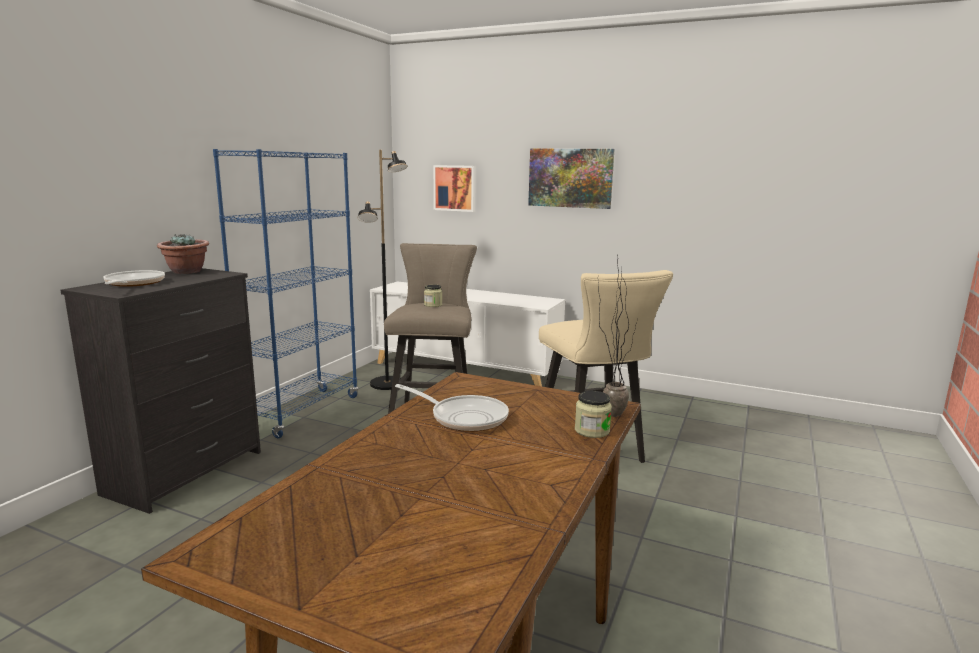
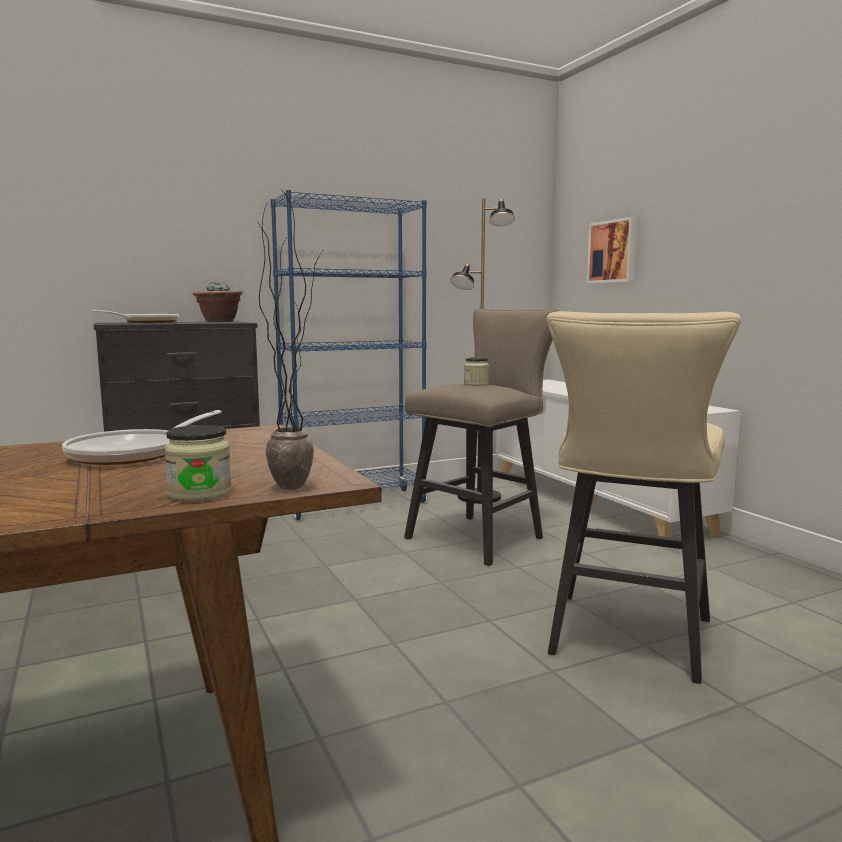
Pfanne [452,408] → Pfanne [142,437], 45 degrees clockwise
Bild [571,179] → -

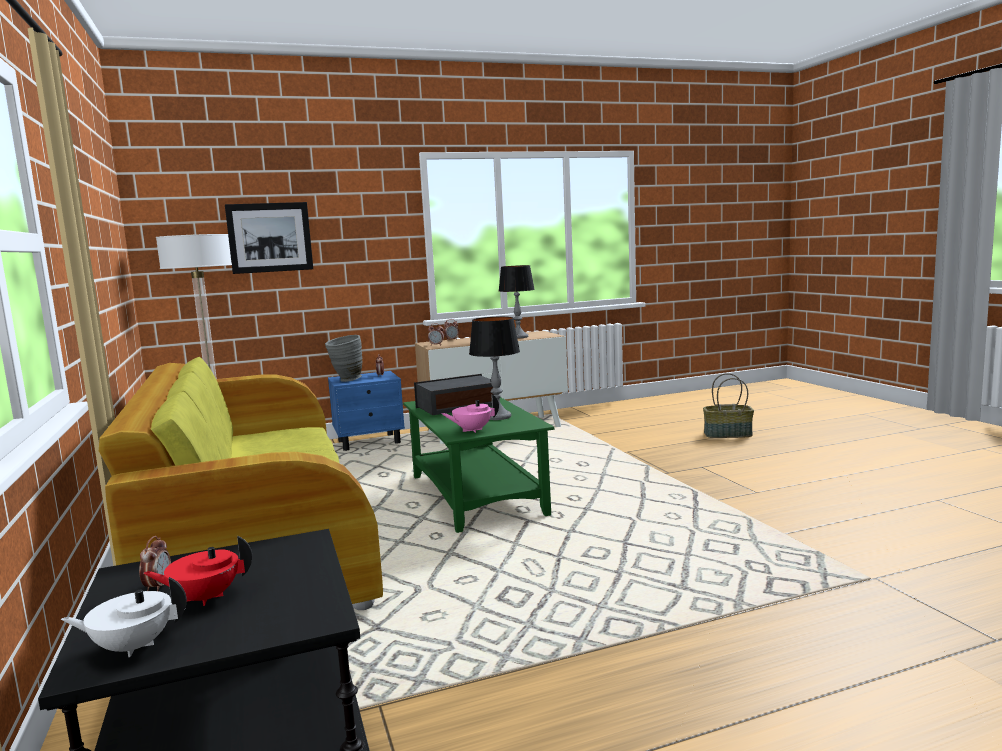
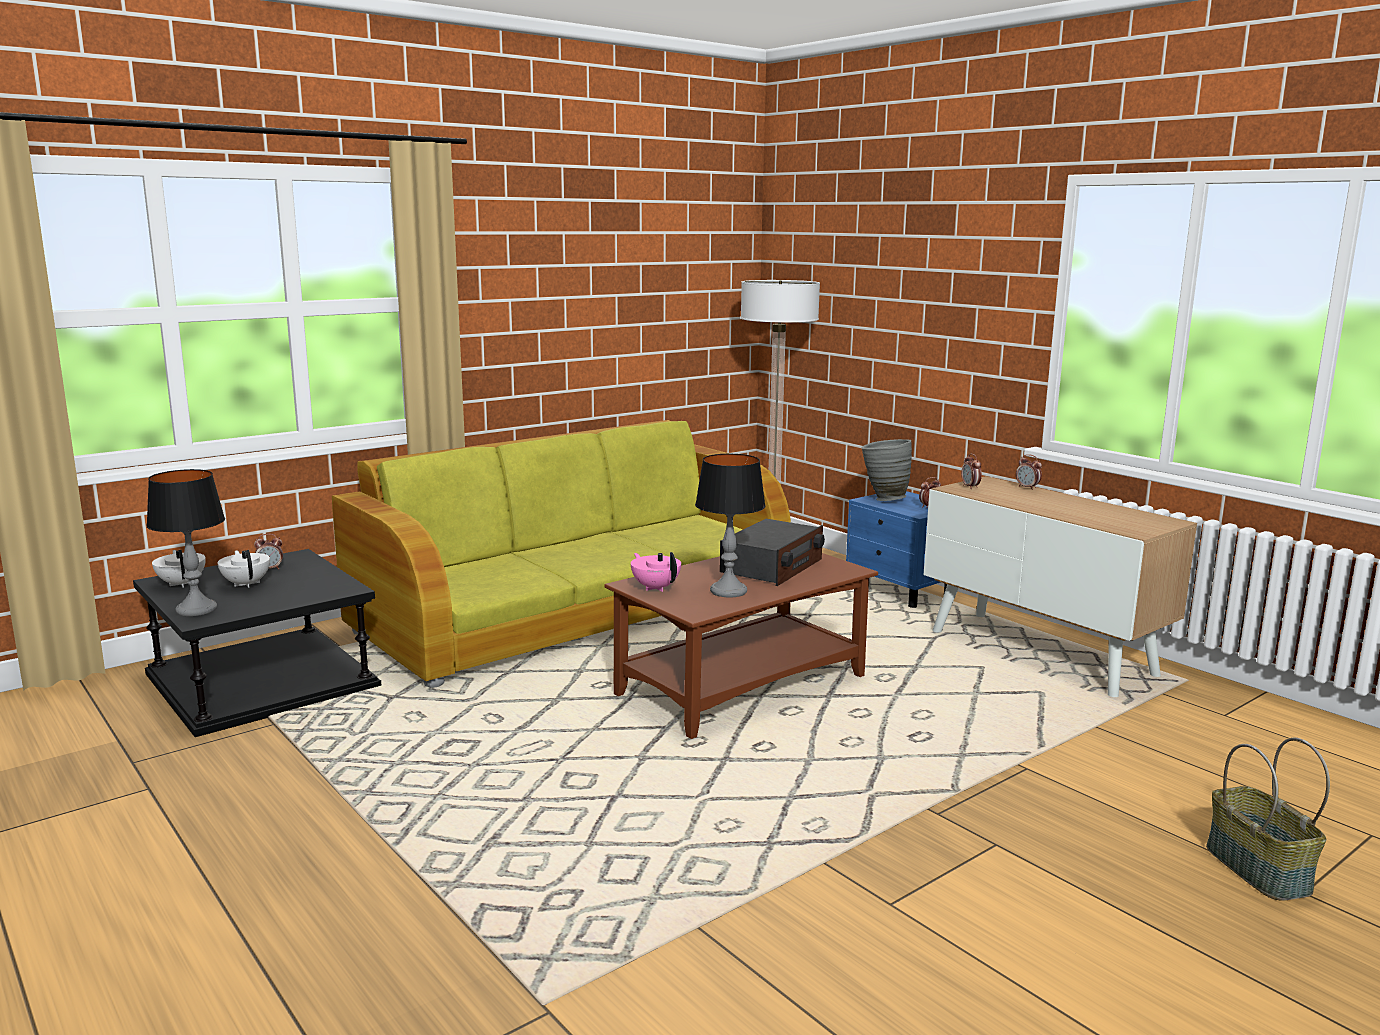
Teekanne [rot] [197,571] → Teekanne [weiß] [243,569]
Bild [269,238] → -
Couchtisch [grün] [478,465] → Couchtisch [braun] [741,646]
Radio [454,394] → Radio [772,552], 75 degrees clockwise
Tischlampe [517,302] → Tischlampe [185,542], shifted

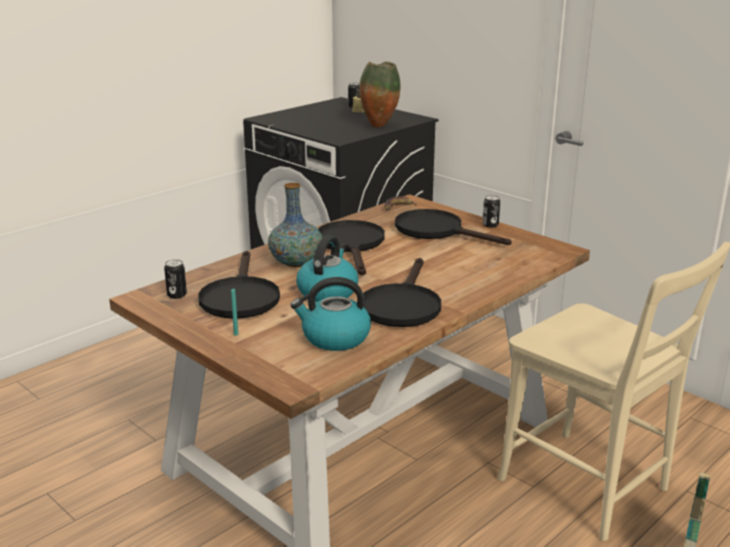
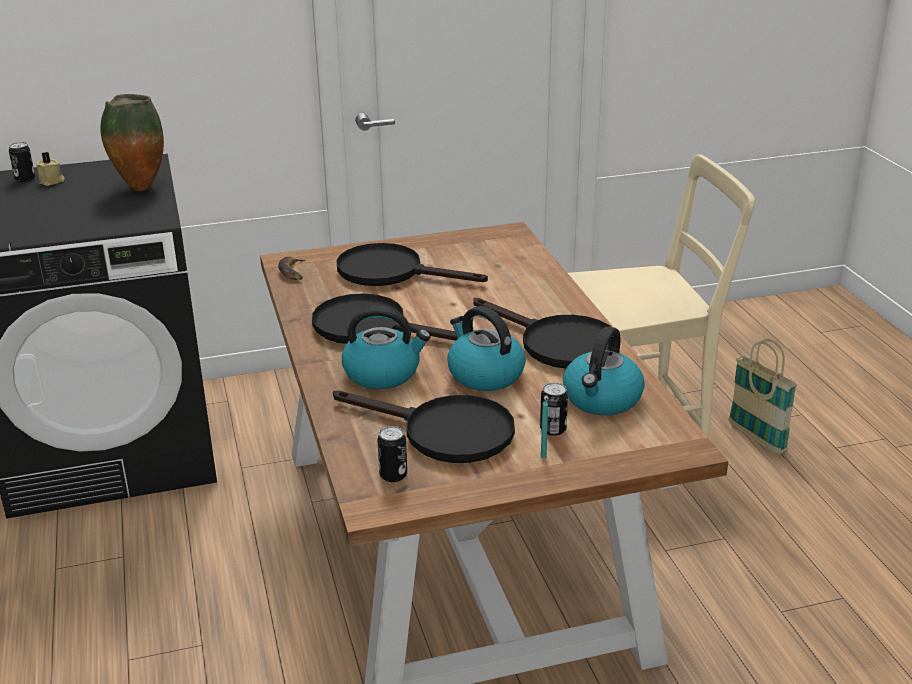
Vase [295,225] → Wasserkessel [386,347]
Pfanne [schwarz] [453,227] → Pfanne [schwarz] [412,264], 45 degrees clockwise
Dose [491,211] → Dose [554,409], shifted

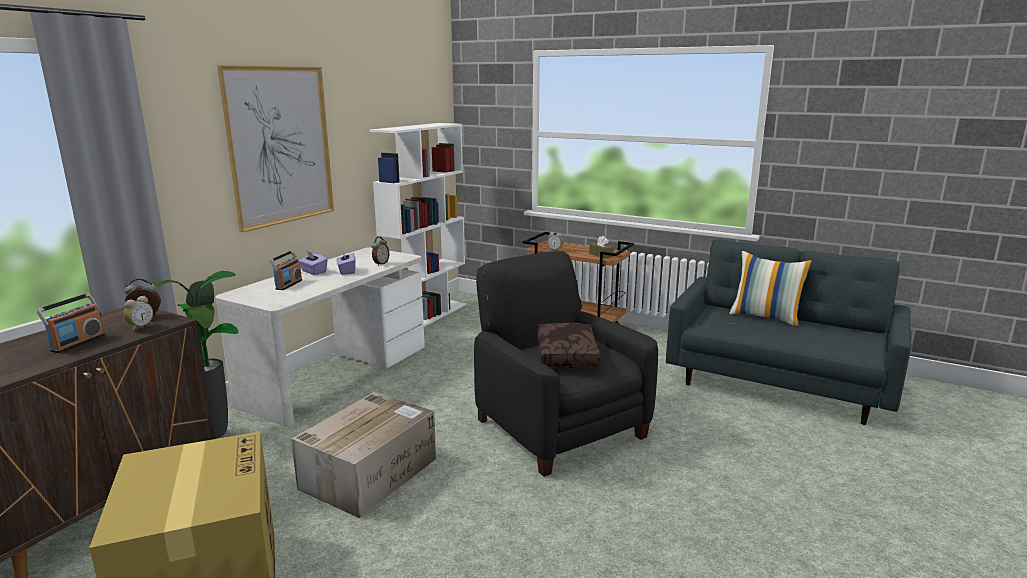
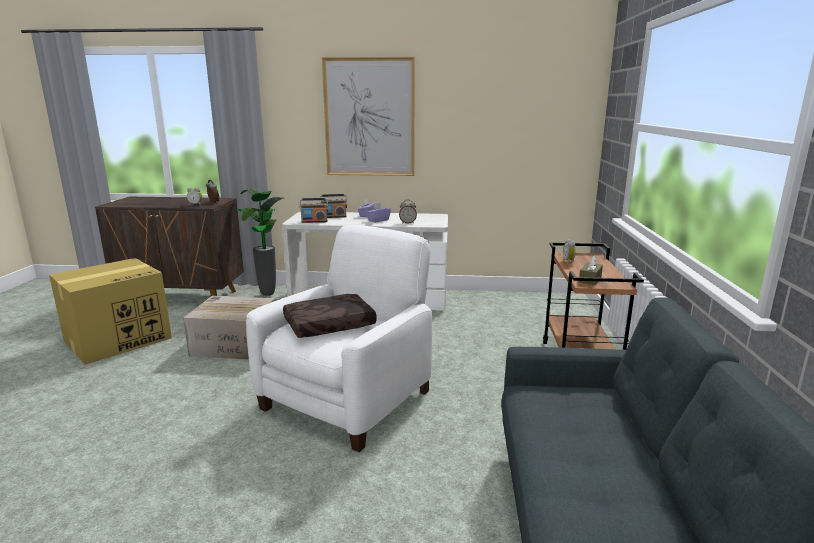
Radio [70,323] → Radio [313,210], shifted
Bücherregal [weiß] [417,225] → -
Sessel [schwarz] [566,364] → Sessel [weiß] [339,338]
Kissen [771,289] → -

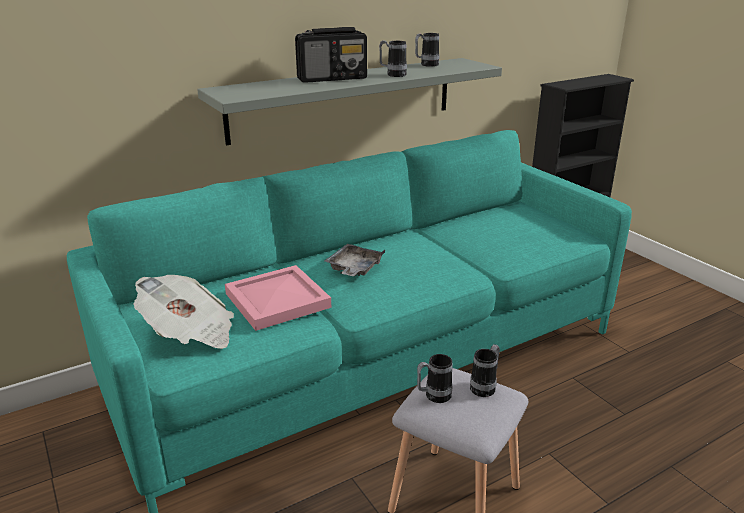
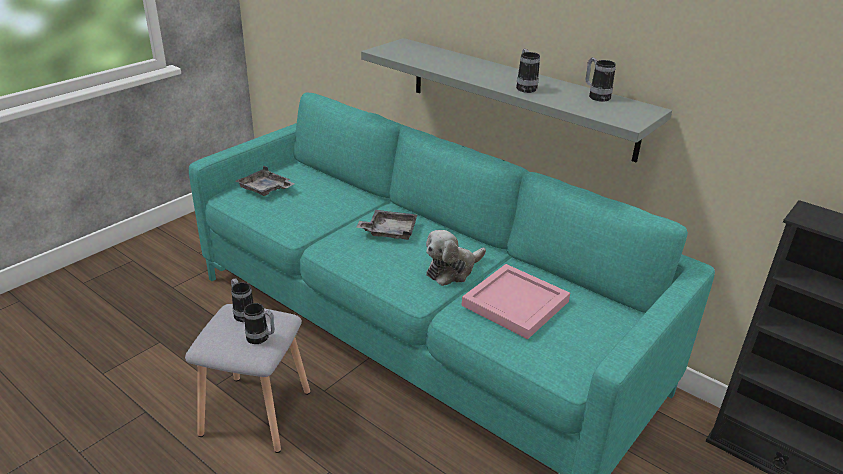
Zeitung [183,312] → Tablett [grau] [265,181]
Tablett [rosa] [278,298] → Tablett [rosa] [516,301], shifted
Radio [331,55] → -
- → Plüschtier [456,258]

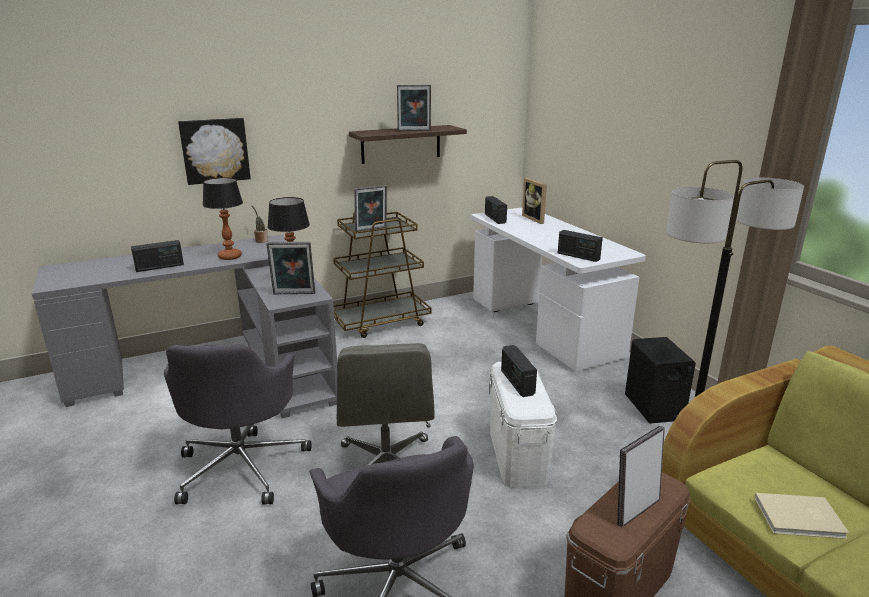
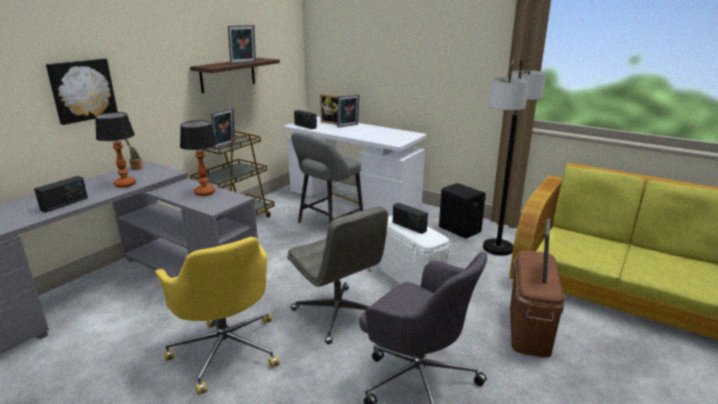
Bürostuhl [grau] [237,424] → Bürostuhl [gelb] [217,316]
Bilderrahmen [290,268] → Bilderrahmen [348,111], shifted
Radio [580,246] → -
Buch [beige] [801,516] → -
- → Hocker [grau] [327,178]

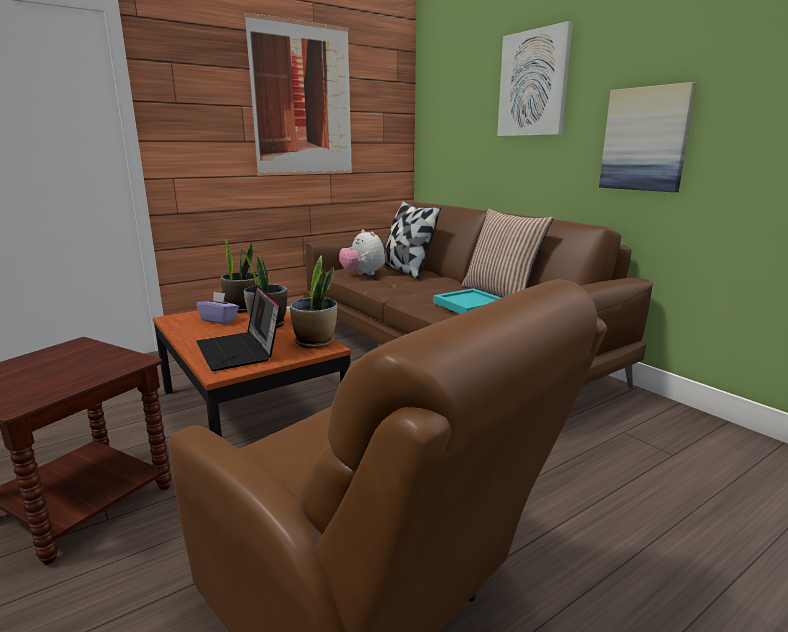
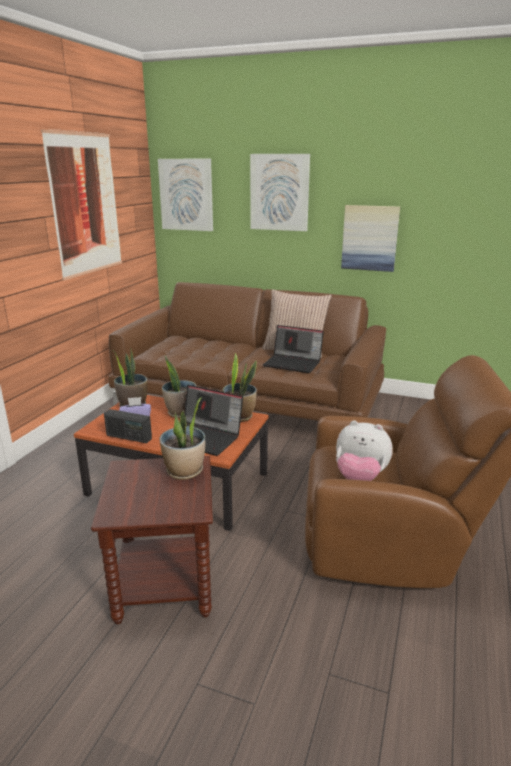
Plüschtier [362,252] → Plüschtier [364,450], shifted
Kissen [412,240] → -
Tablett [türkis] [467,301] → Laptop [293,349]
- → Radio [128,426]
- → Bild [185,195]
- → Topfpflanze [182,438]

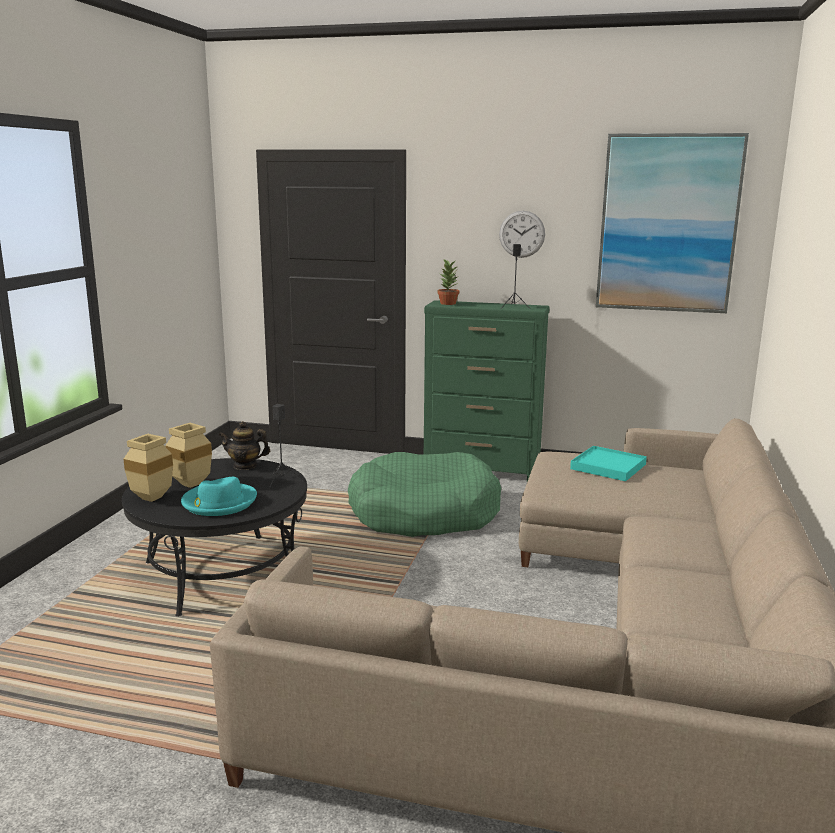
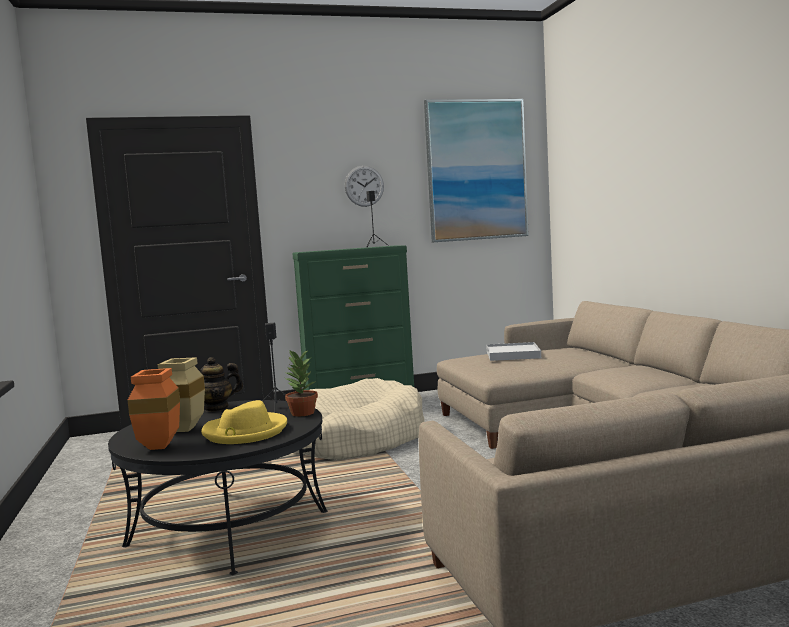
Vase [beige] [148,468] → Vase [orange] [154,409]
Hut [türkis] [219,496] → Hut [gelb] [244,422]
Hundebett [grün] [424,494] → Hundebett [beige] [360,419]
Topfpflanze [448,282] → Topfpflanze [301,382], shifted
Tablett [türkis] [608,463] → Tablett [weiß] [513,351]

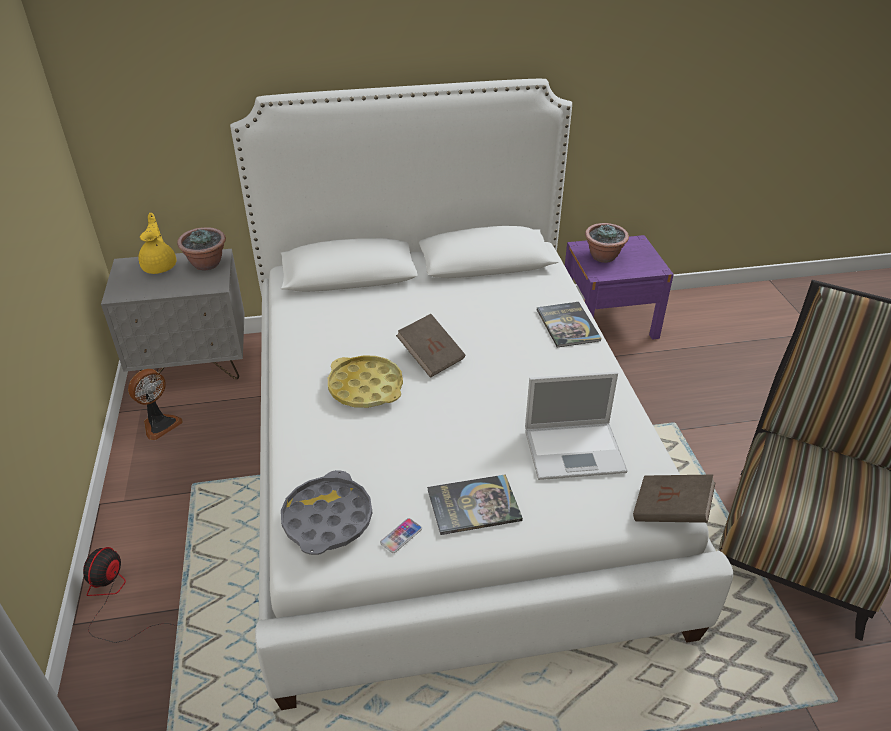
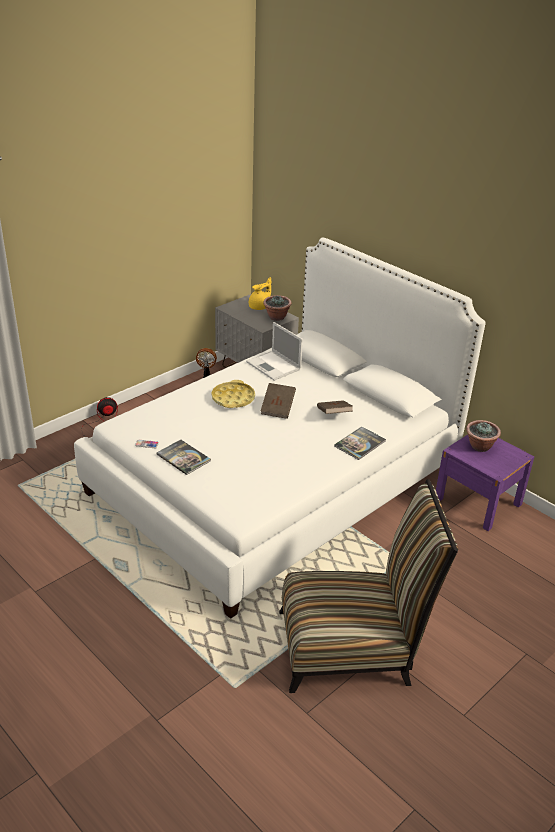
Tablett [grau] [326,512] → -
Laptop [576,426] → Laptop [274,351], shifted
Buch [braun] [674,498] → Buch [braun] [335,407], shifted

